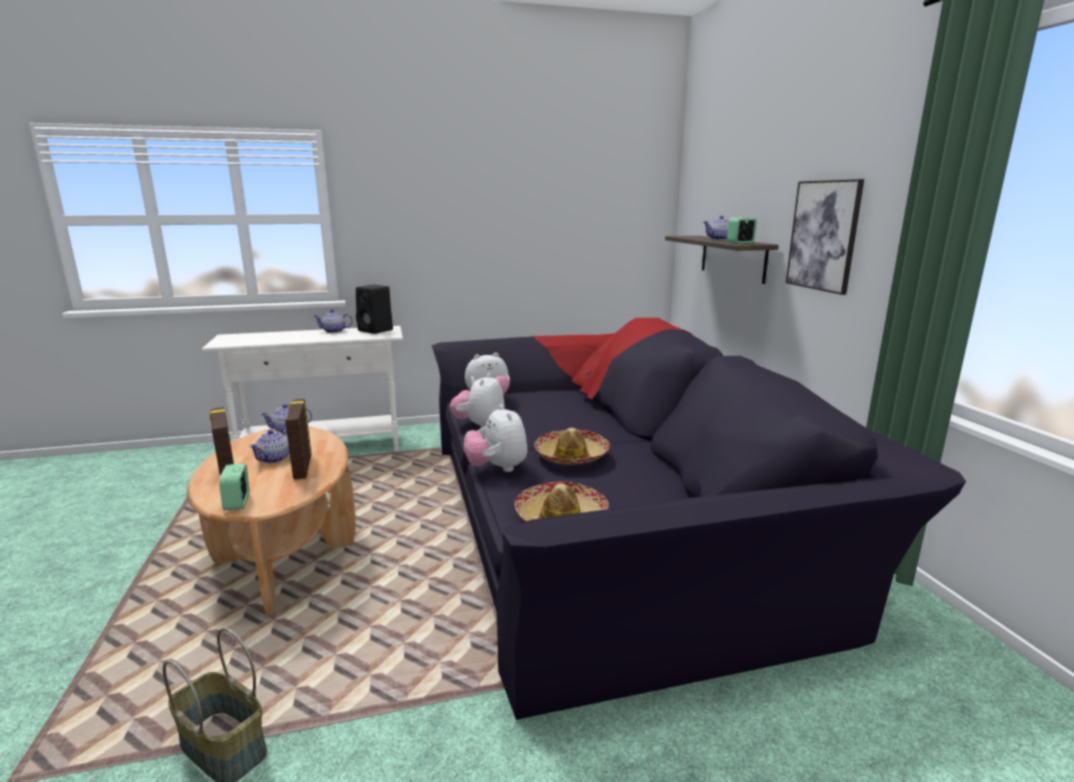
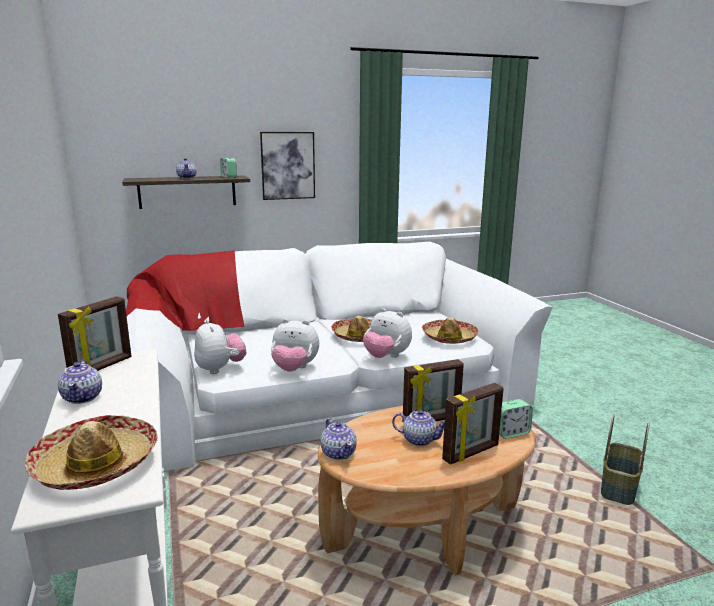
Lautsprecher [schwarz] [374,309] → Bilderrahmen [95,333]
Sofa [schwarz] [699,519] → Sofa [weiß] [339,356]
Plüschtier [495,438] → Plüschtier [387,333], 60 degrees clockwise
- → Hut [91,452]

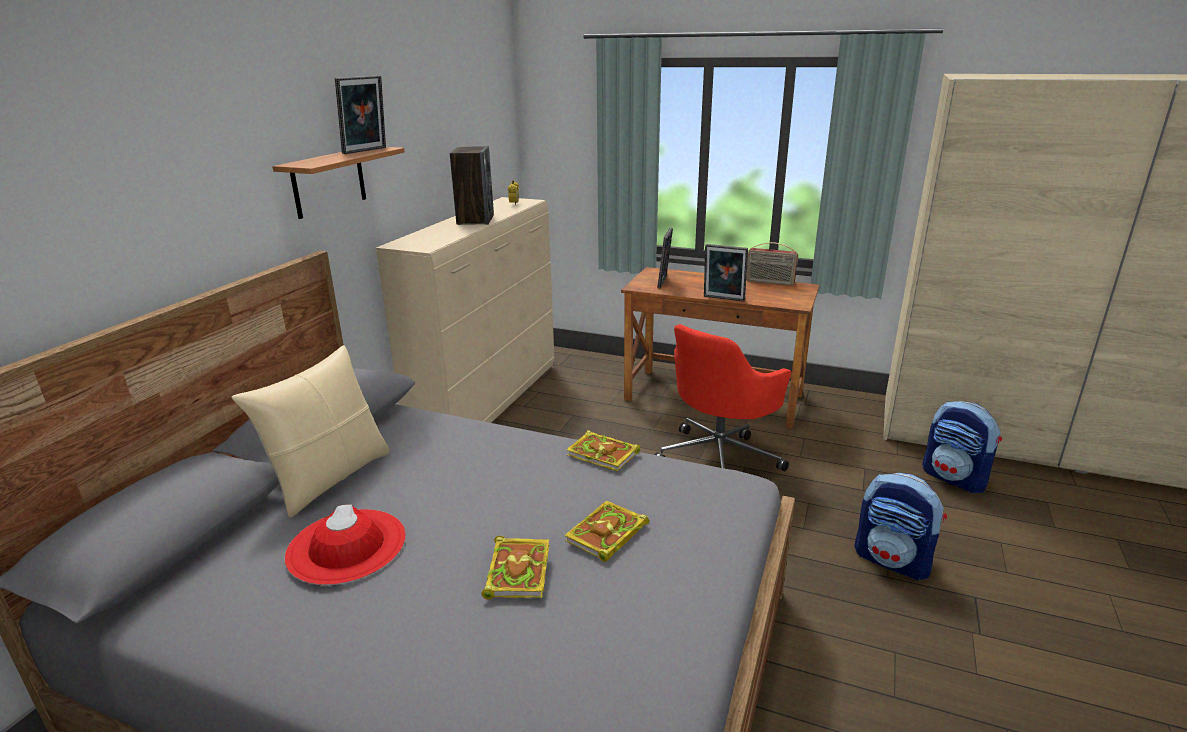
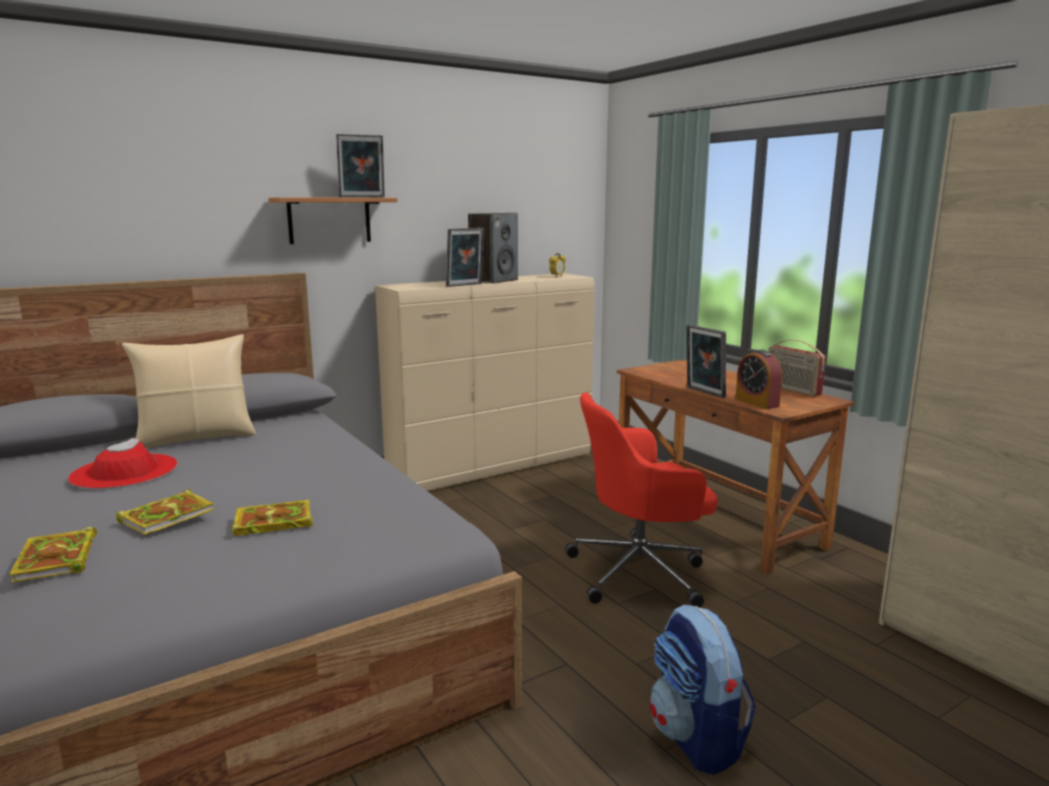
Buch [603,450] → Buch [53,555], shifted
Bilderrahmen [665,258] → Bilderrahmen [465,257], shifted
Rucksack [962,447] → -
- → Wecker [758,379]

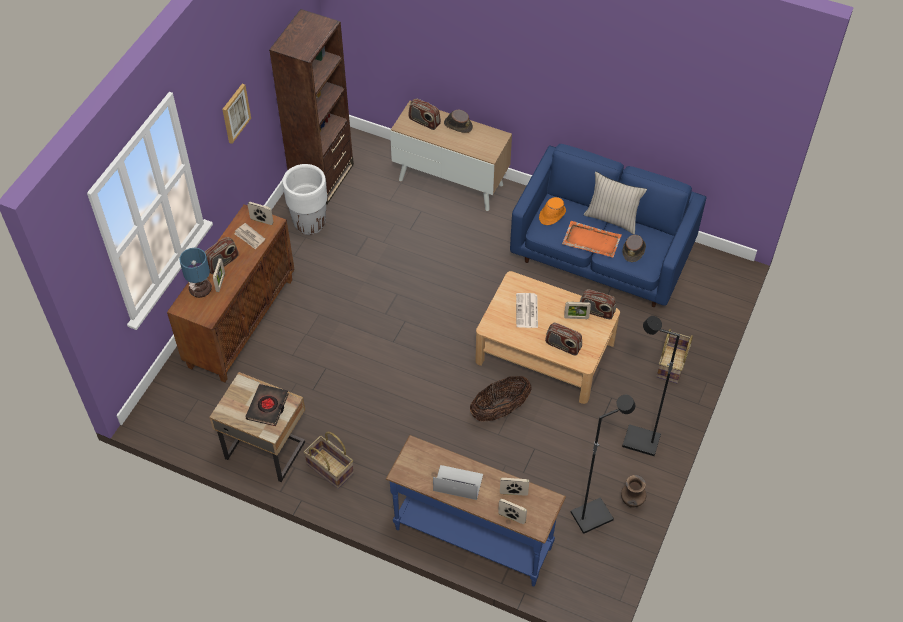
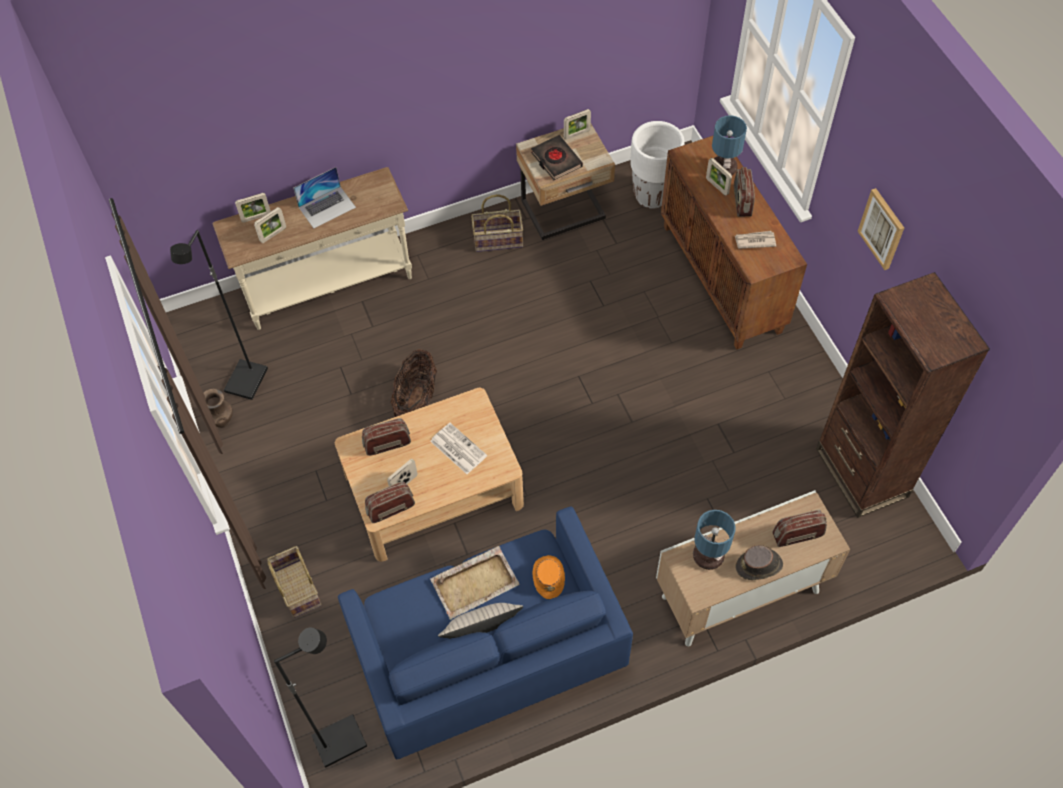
Bilderrahmen [260,213] → Bilderrahmen [577,124], shifted
Pflanzkübel [weiß] [304,199] → Pflanzkübel [weiß] [657,165], shifted
Konsolentisch [blau] [476,511] → Konsolentisch [beige] [312,248]
Tablett [orange] [592,239] → Tablett [beige] [475,583]
Hut [braun] [634,248] → -
Stehlampe [schwarz] [651,386] → Stehlampe [schwarz] [320,697], shifted
- → Tischlampe [714,540]

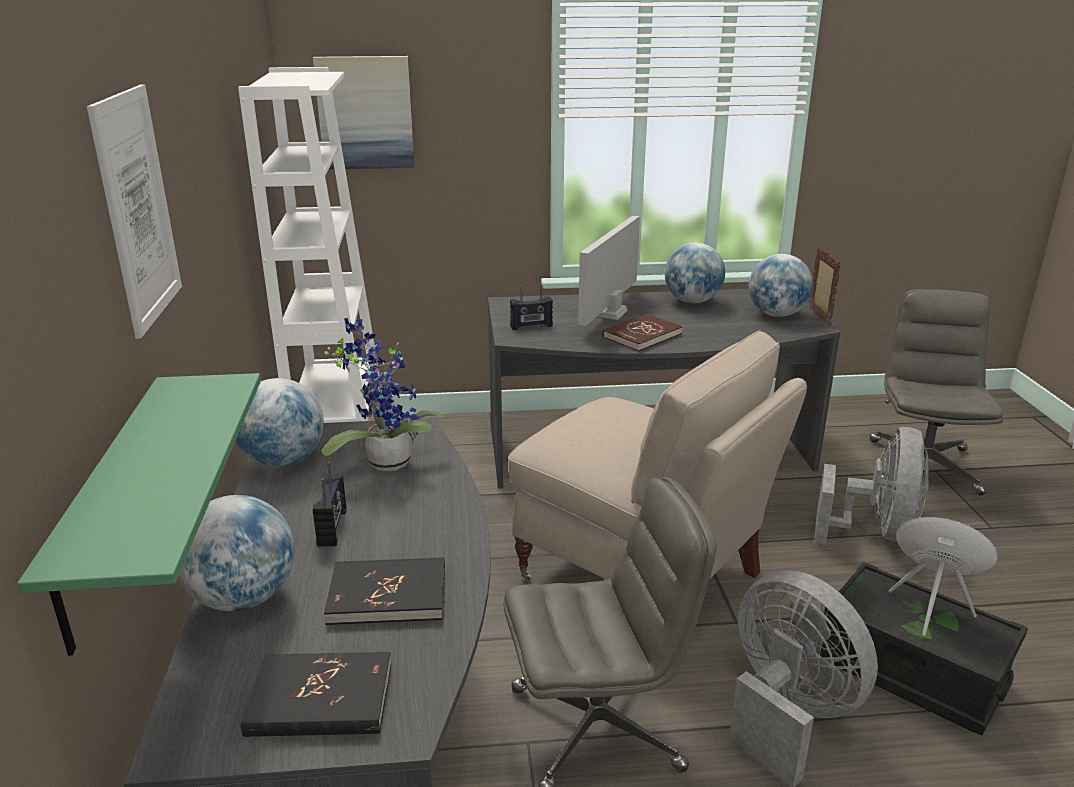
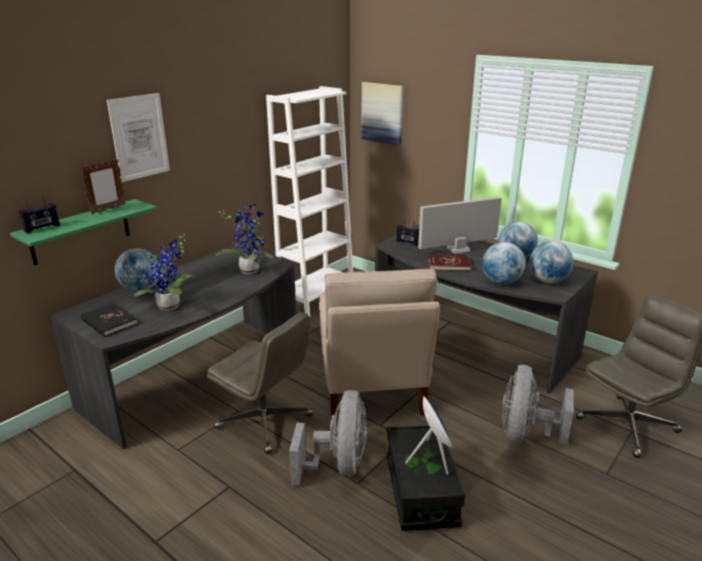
Globus [279,422] → Globus [504,263], shifted
Radio [330,504] → Radio [39,214], shifted
Buch [schwarz] [384,591] → Topfpflanze [164,272]
Bilderrahmen [825,286] → Bilderrahmen [103,186], shifted
Ventilator [grau] [871,486] → Ventilator [grau] [538,405], 135 degrees clockwise

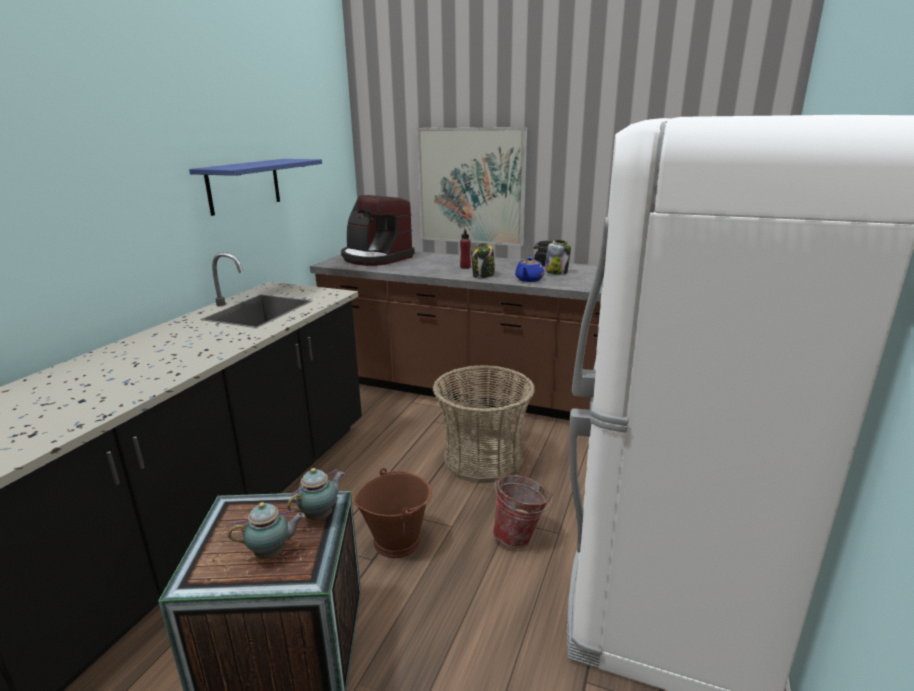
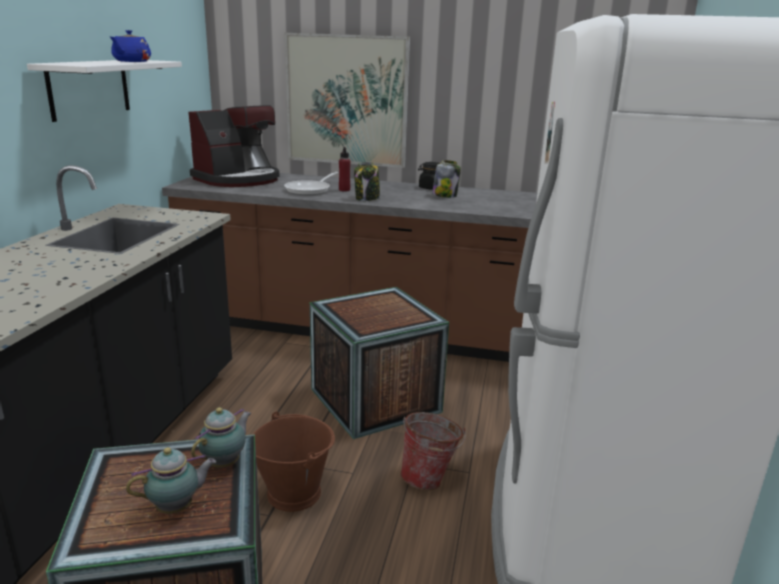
Wandregal [blau] [255,187] → Wandregal [weiß] [104,91]
Kaffeemaschine [378,230] → Kaffeemaschine [233,146], 75 degrees counterclockwise
Korb [484,424] → Kiste [379,363]
Teekanne [blau] [529,269] → Teekanne [blau] [130,46], shifted
- → Pfanne [311,183]

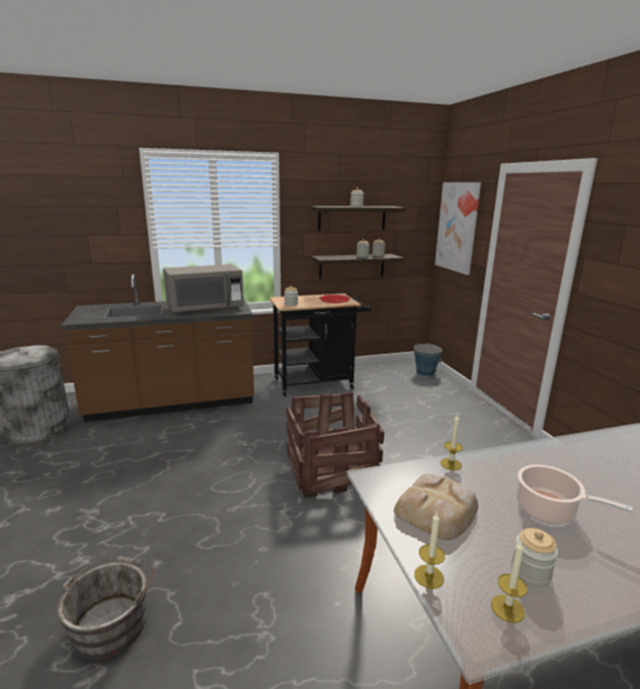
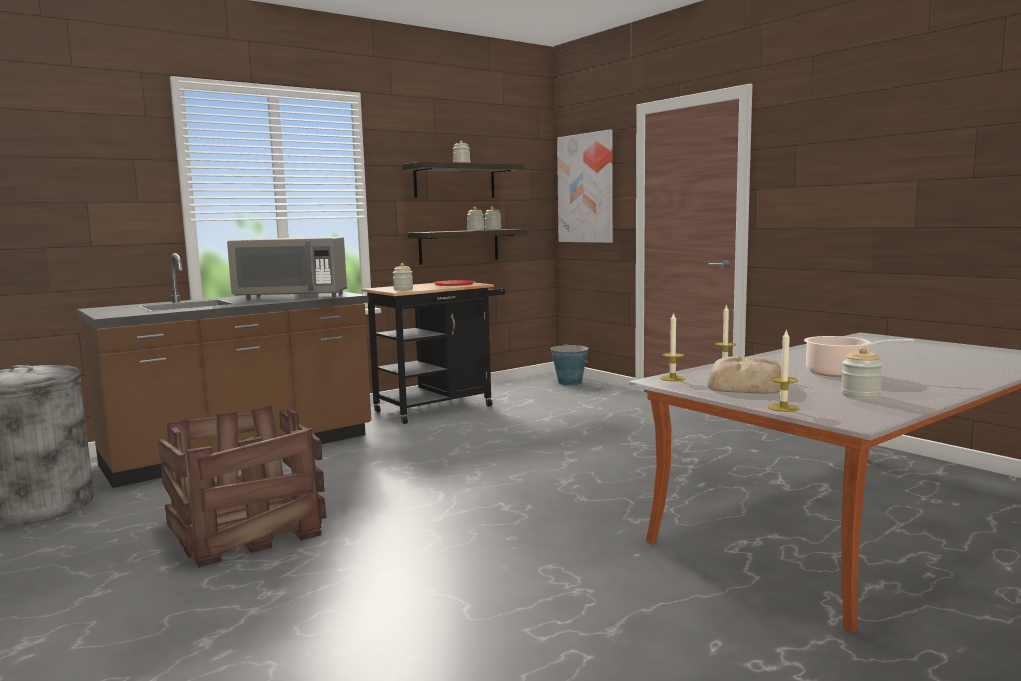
Eimer [grau] [105,608] → -
Mikrowelle [grau] [203,289] → Mikrowelle [grau] [287,268], 45 degrees clockwise
Kiste [335,445] → Kiste [242,486], shifted
Kerze [509,581] → Kerze [672,346], shifted

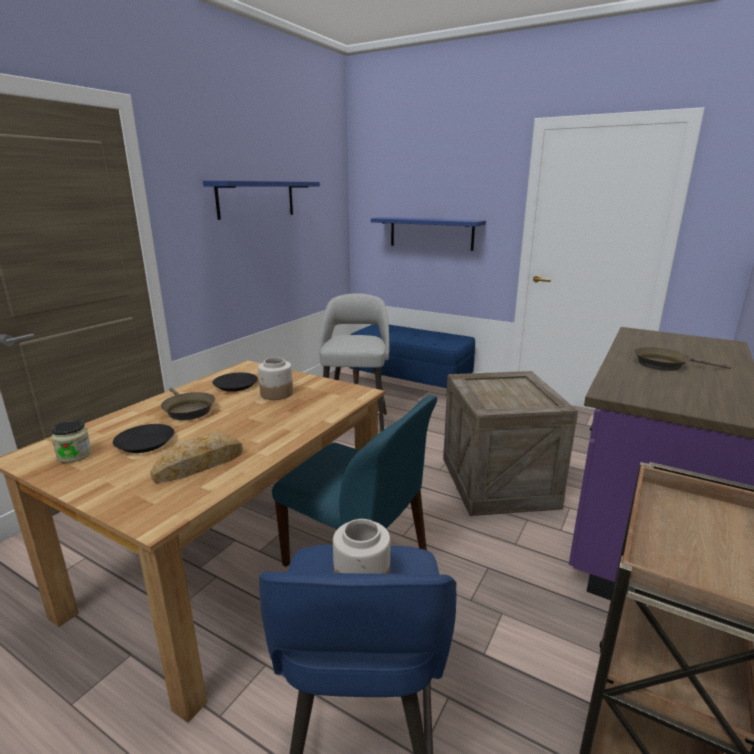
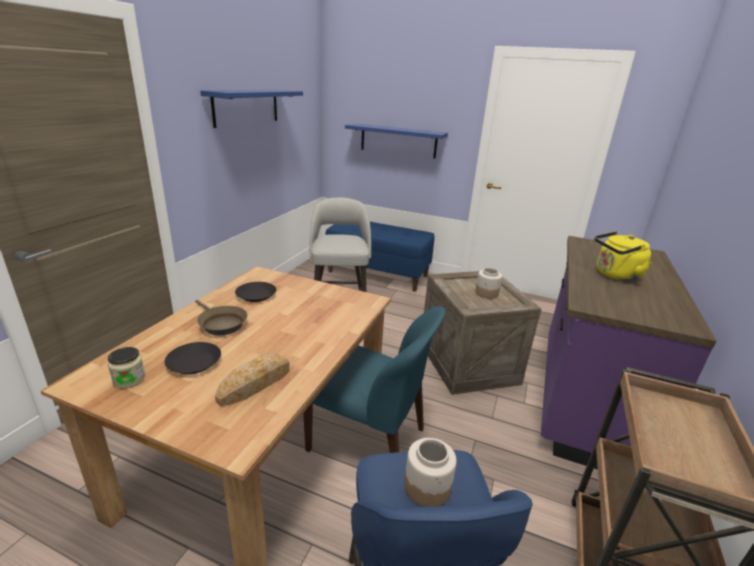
Vorratsglas [275,378] → Vorratsglas [488,283], shifted
Pfanne [braun] [682,359] → Wasserkessel [gelb] [623,256]

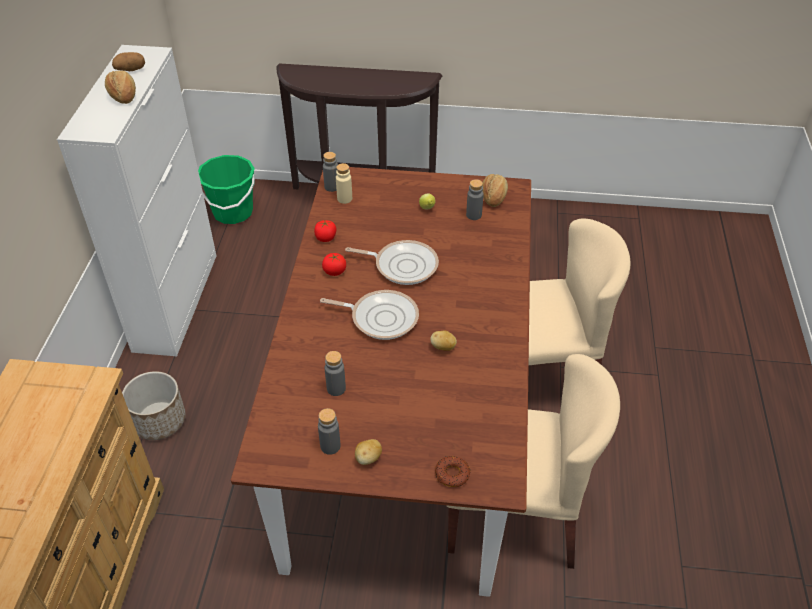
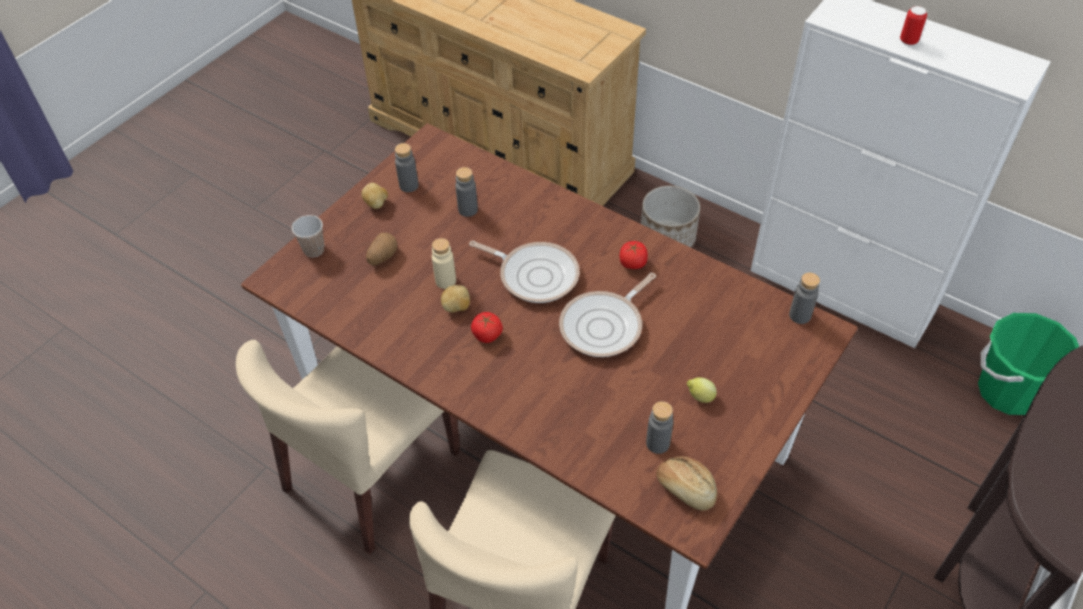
Brot [120,87] → Dose [913,25]
Kartoffel [128,61] → Kartoffel [381,249], shifted
Tomate [325,231] → Tomate [487,327], shifted
Pfanne [369,315] → Pfanne [524,271], 105 degrees counterclockwise
Flasche [beige] [344,183] → Flasche [beige] [444,263], shifted
Donut [452,471] → Tasse [308,236]

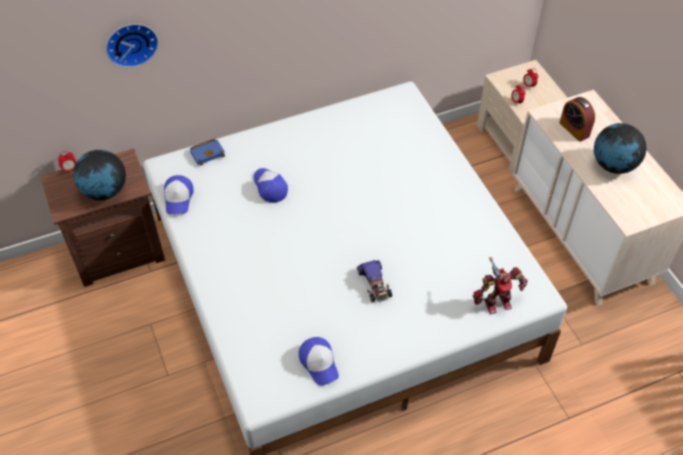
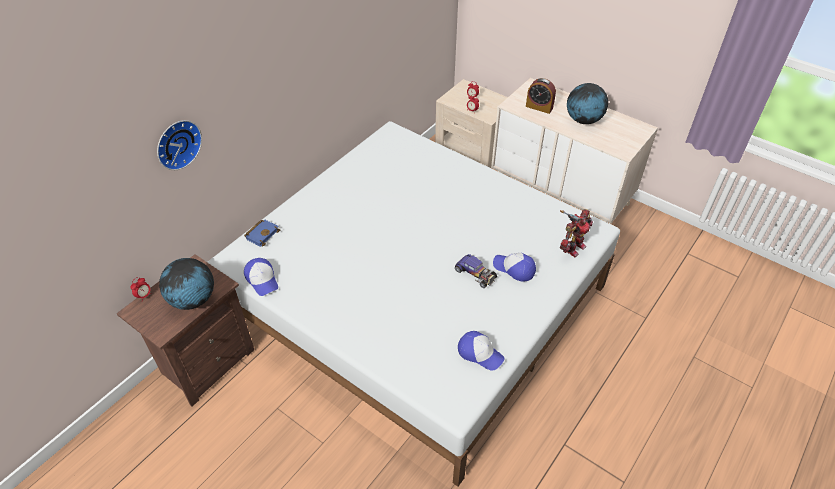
Kappe [270,185] → Kappe [514,267], shifted

